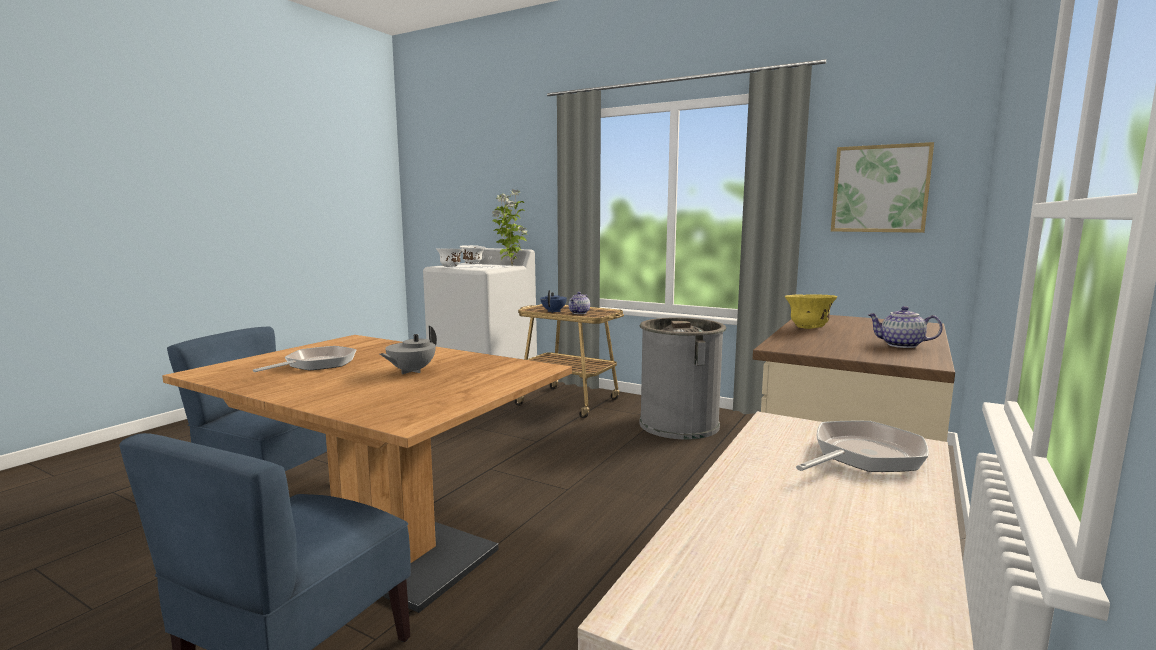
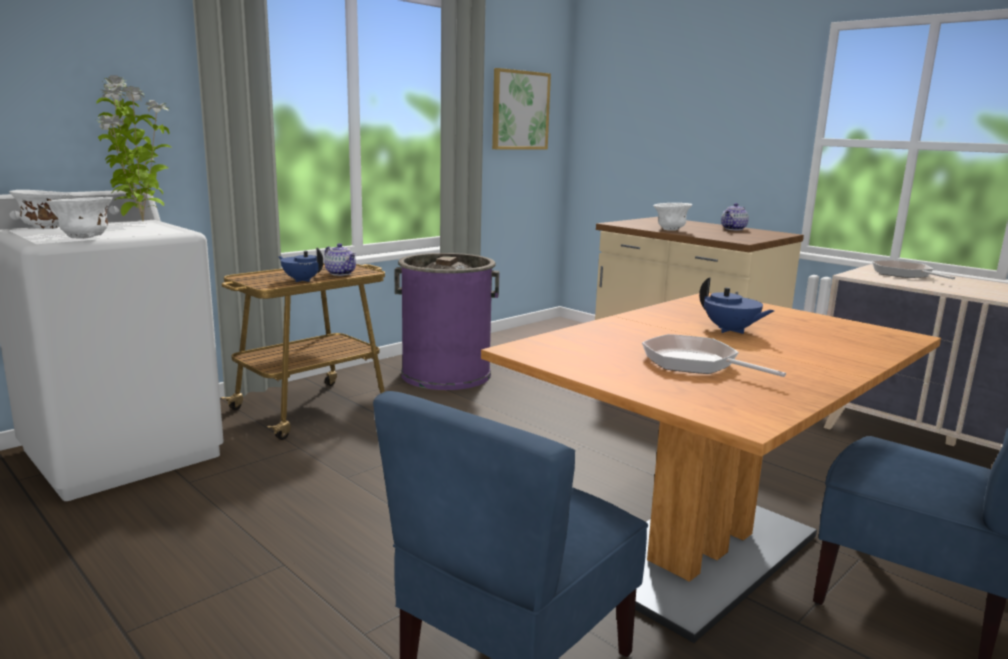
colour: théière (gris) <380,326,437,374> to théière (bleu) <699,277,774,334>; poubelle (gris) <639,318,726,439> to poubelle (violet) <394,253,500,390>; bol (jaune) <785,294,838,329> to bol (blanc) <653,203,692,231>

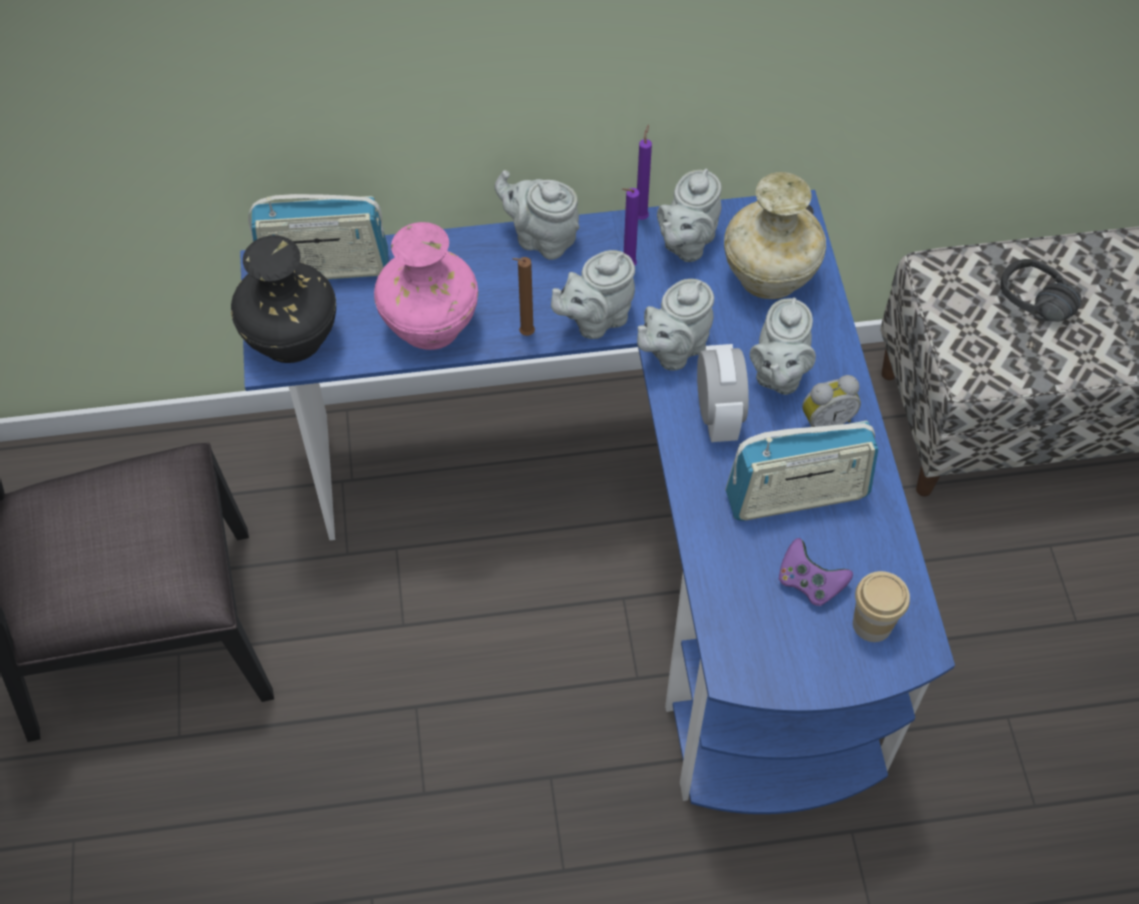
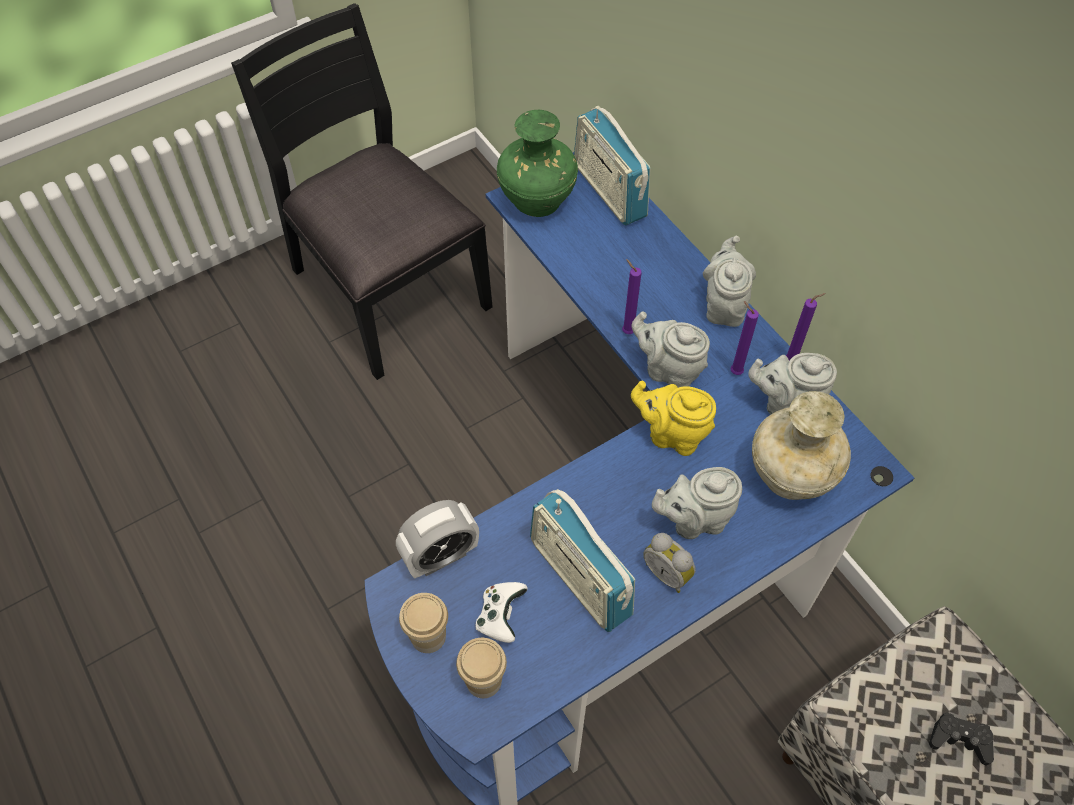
missing: vase (rose) <374,222,478,350>
appeared: tasse <399,593,448,653>
relocated: réveil <697,344,749,442> to <396,500,479,579>
exchanged: casque audio (noir) <1000,259,1082,322> to manette (noir) <929,712,994,765>
colour: vase (noir) <231,235,336,363> to vase (vert) <497,110,578,217>; bougie (marron) <512,257,535,336> to bougie (violet) <622,259,642,334>; théière (gris) <637,279,714,371> to théière (jaune) <631,381,716,456>; manette (violet) <779,538,853,606> to manette (blanc) <475,582,528,643>

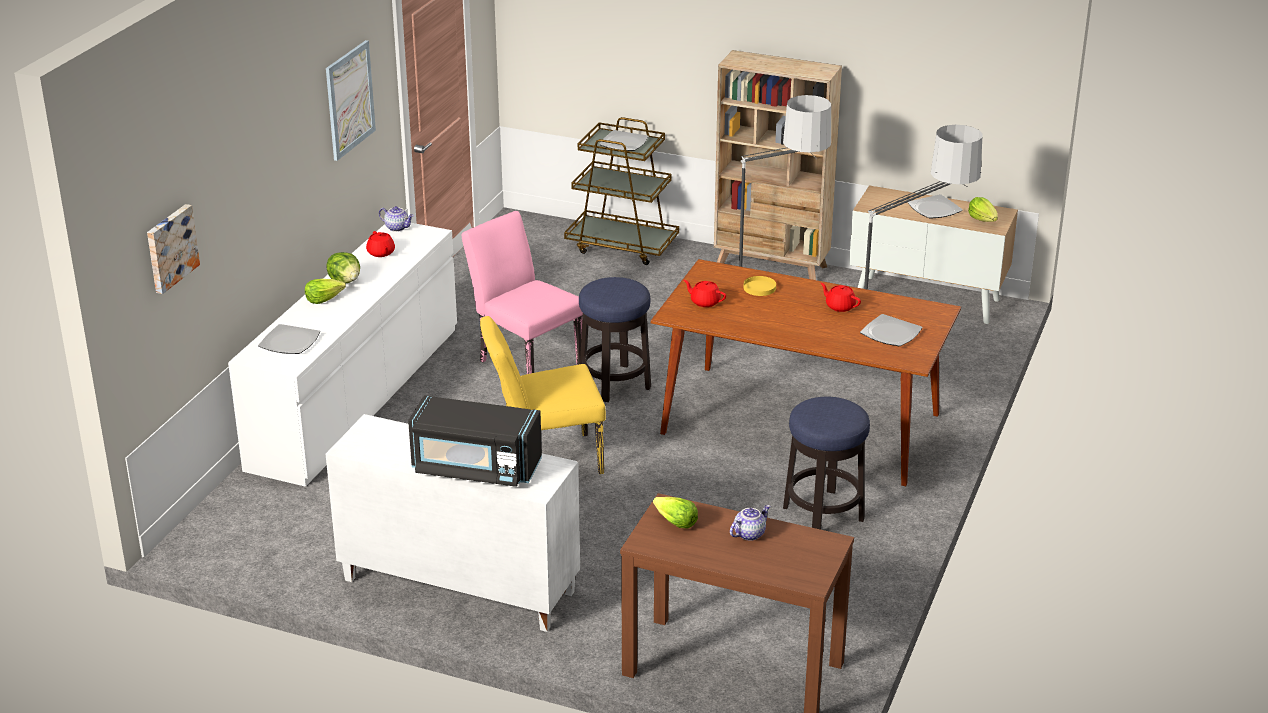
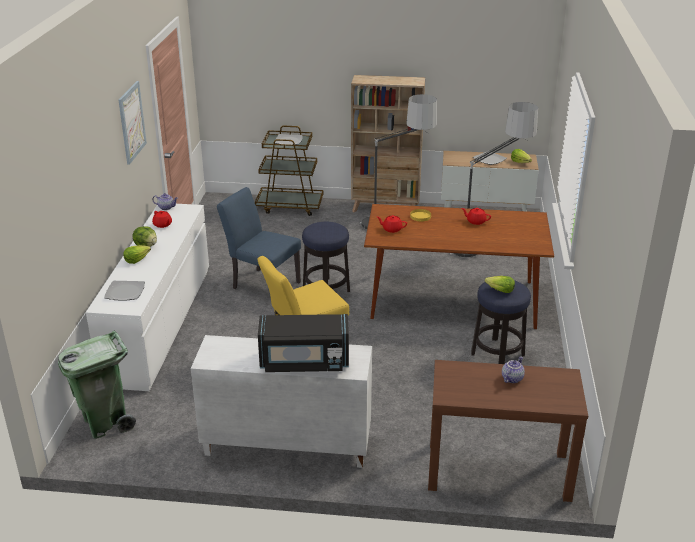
missing: tableau <147,204,200,294>; assiette <860,314,922,346>
appeared: poubelle (vert) <58,331,136,439>
relocated: laitue <653,497,698,529> to <485,276,515,293>
colour: chaise (rose) <462,211,583,374> to chaise (bleu) <217,187,301,289>

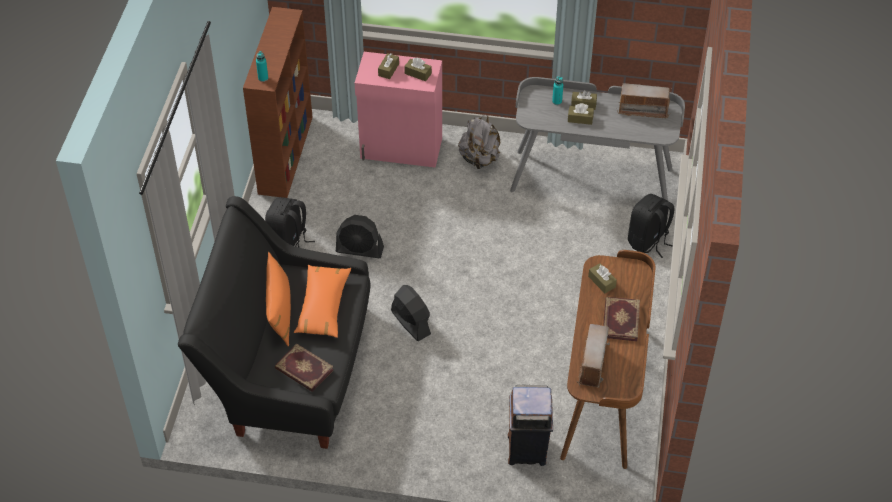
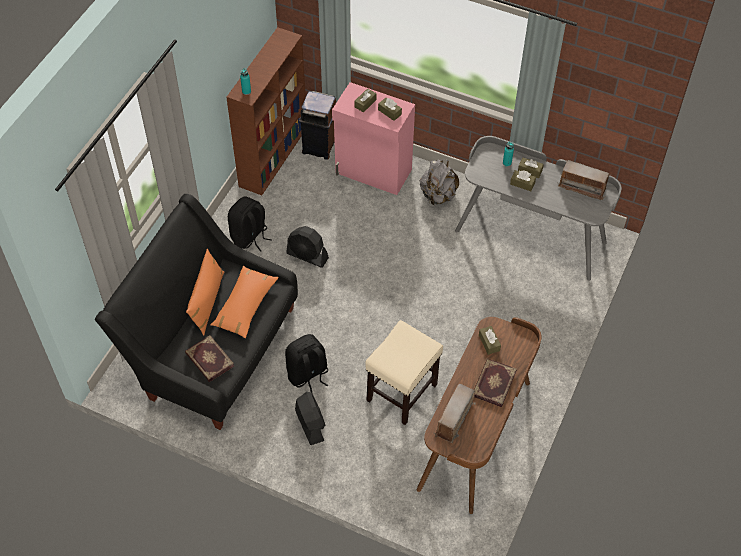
appeared: tabouret (beige) <365,320,443,425>
relocated: ventilateur (noir) <391,285,431,341> to <295,392,325,445>; poubelle (marron) <508,385,553,466> to <299,91,336,160>; sac à dos (noir) <628,194,675,258> to <285,334,329,394>

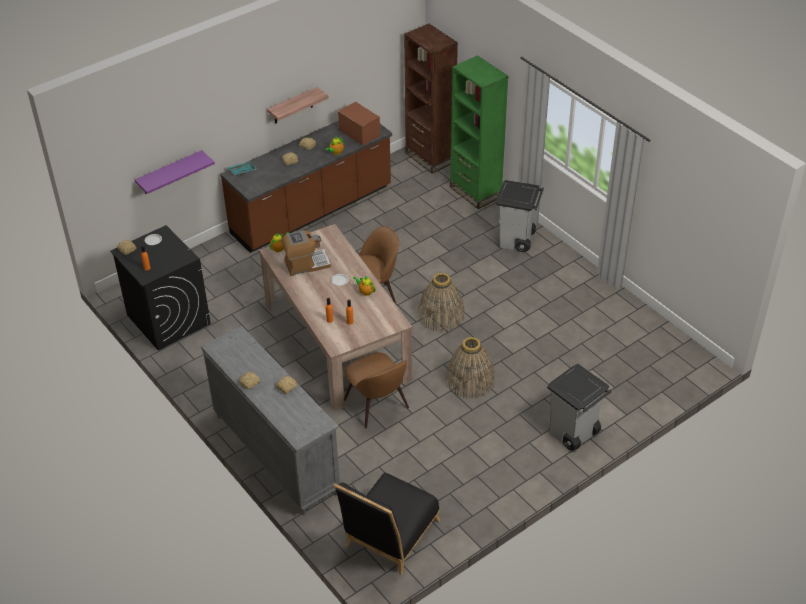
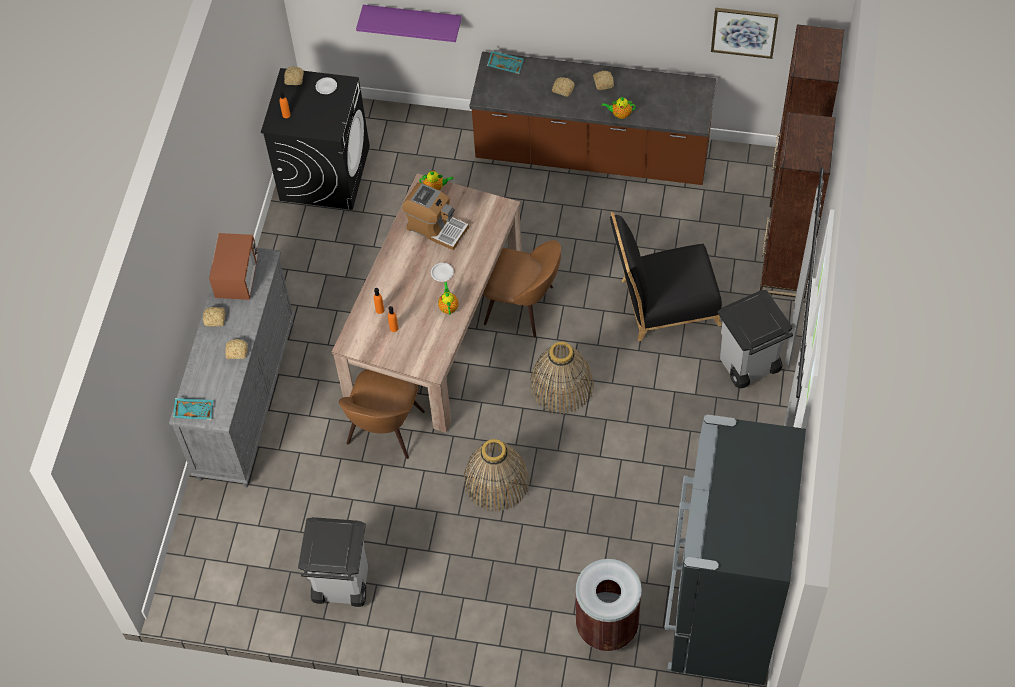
missing: étagère <267,87,329,123>
appeared: plateau (turquoise) <173,398,213,420>; poubelle (marron) <576,559,642,651>; réfrigérateur (noir) <665,414,806,686>; tableau <711,8,779,59>
relocated: chaise (noir) <334,472,441,575> to <610,212,722,341>; micro-ondes <338,102,380,146> to <209,233,258,300>; poubelle (gris) <547,364,612,450> to <298,517,368,607>
colour: bibliothèque (vert) <450,55,508,209> to bibliothèque (marron) <760,112,836,299>

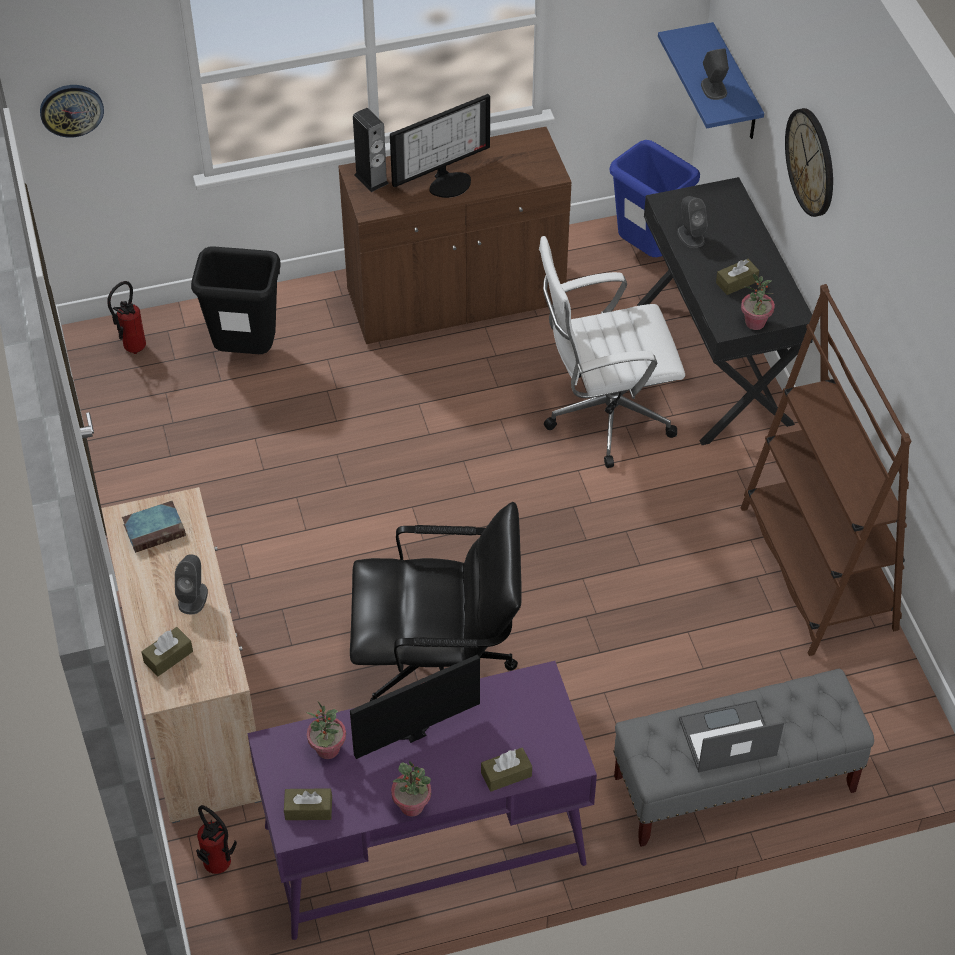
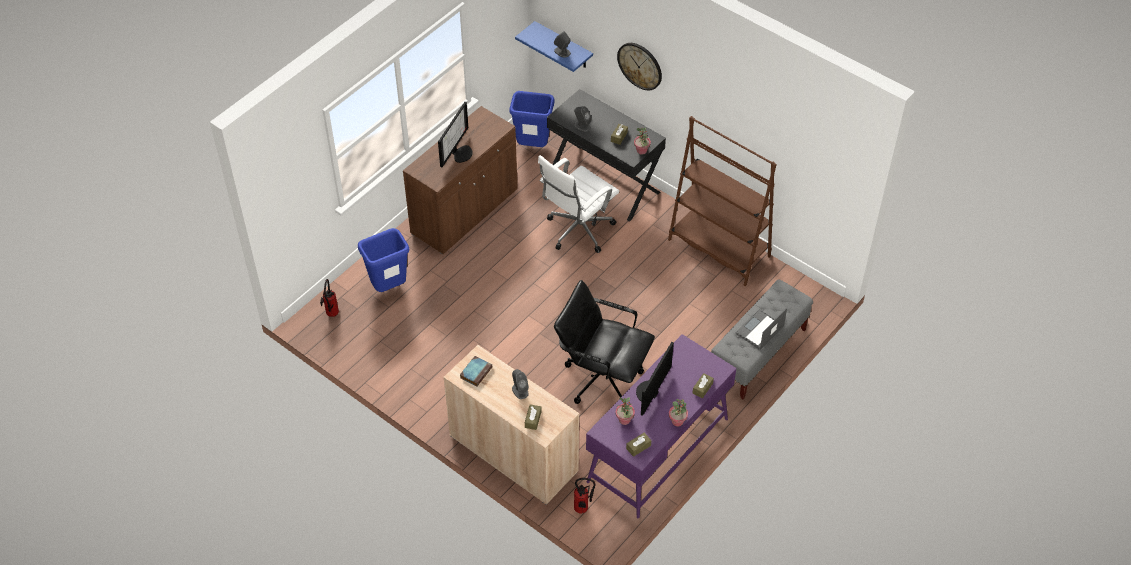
missing: horloge murale <40,85,104,138>; enceinte <353,108,389,192>
colour: poubelle (noir) <191,247,280,354> to poubelle (bleu) <358,228,409,292>
spun: chaise de bureau (noir) <350,502,522,701> = <554,280,655,404> 120 degrees counterclockwise

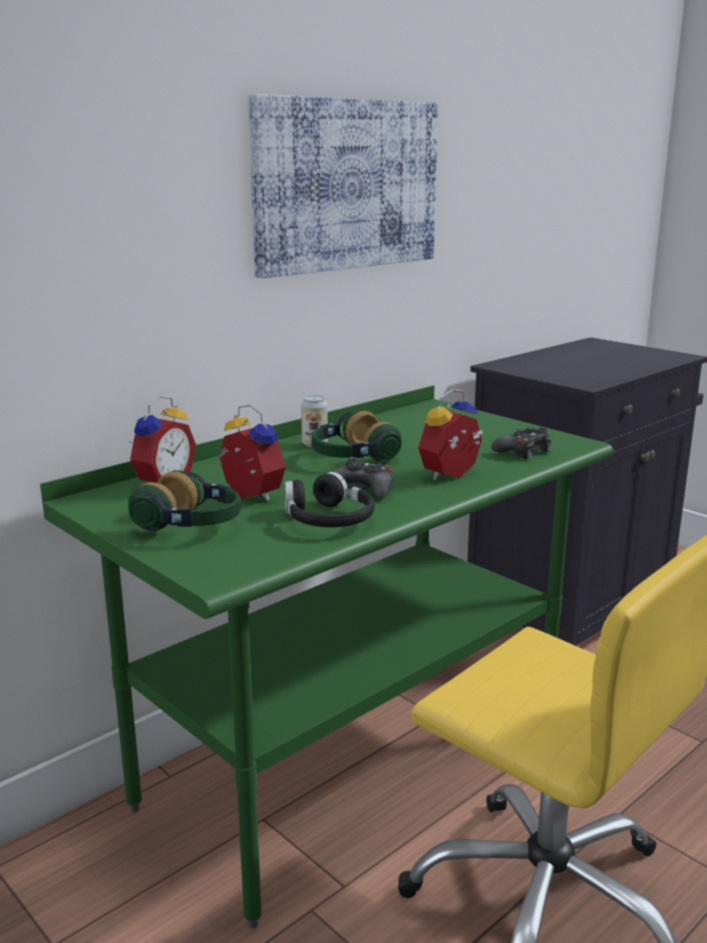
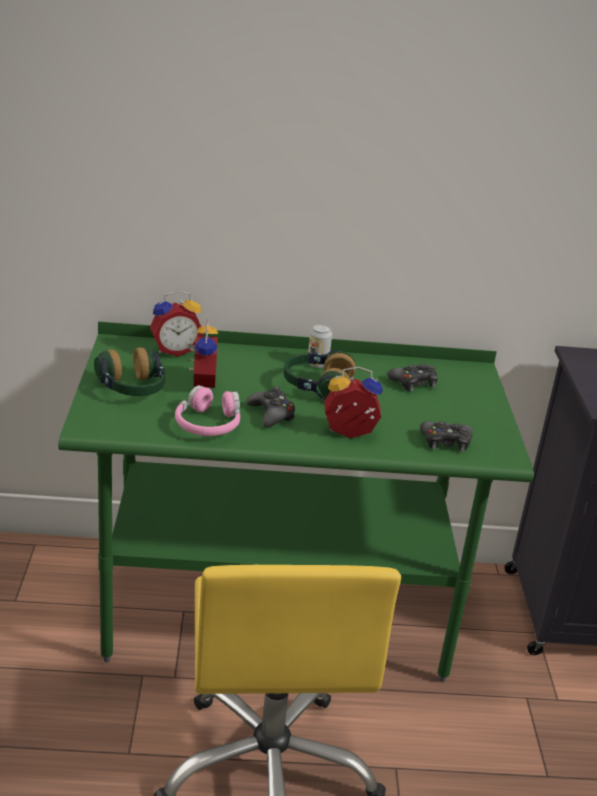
missing: tableau <248,94,438,278>
appeared: manette (noir) <387,364,438,391>
colour: casque audio (noir) <284,472,375,527> to casque audio (rose) <175,385,241,436>

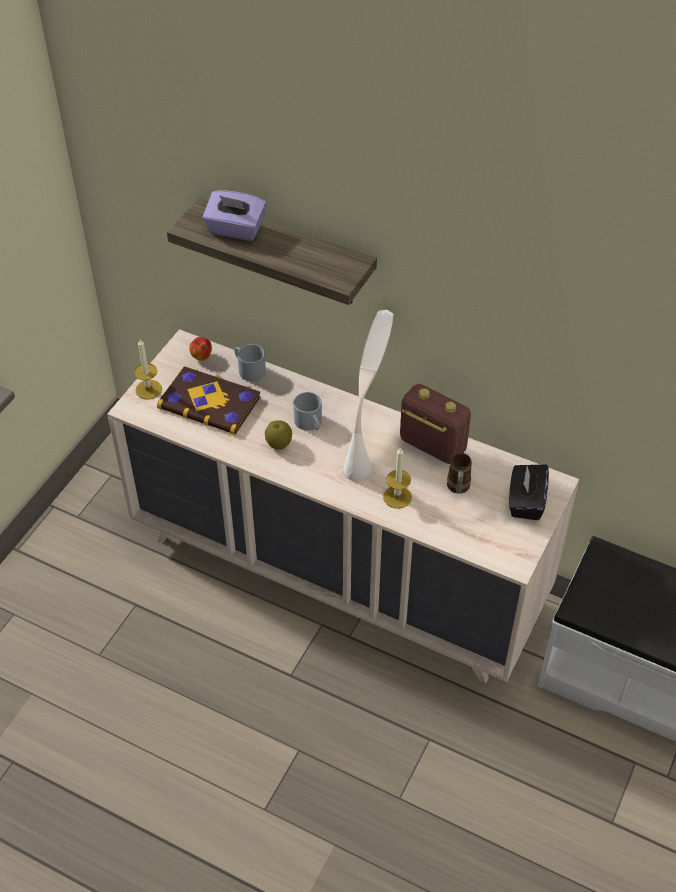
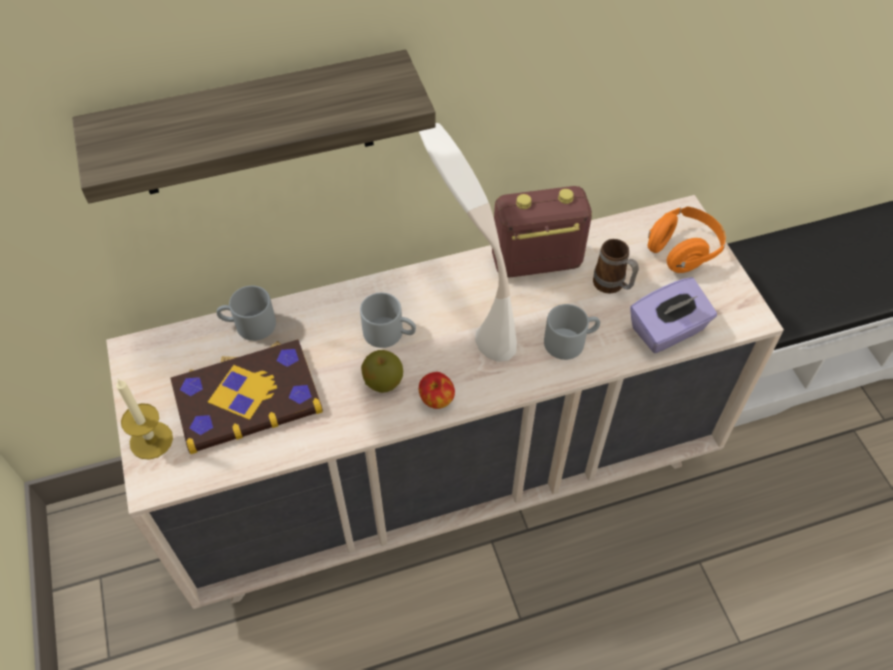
relocated: pomme <189,337,212,361> to <419,372,455,409>; boîte à mouchoirs (violet) <203,190,266,241> to <630,277,717,353>
exchanged: bougie <383,447,412,509> to mug (gris) <544,304,600,360>; boîte à mouchoirs (noir) <509,465,549,520> to casque audio (orange) <648,206,726,273>

